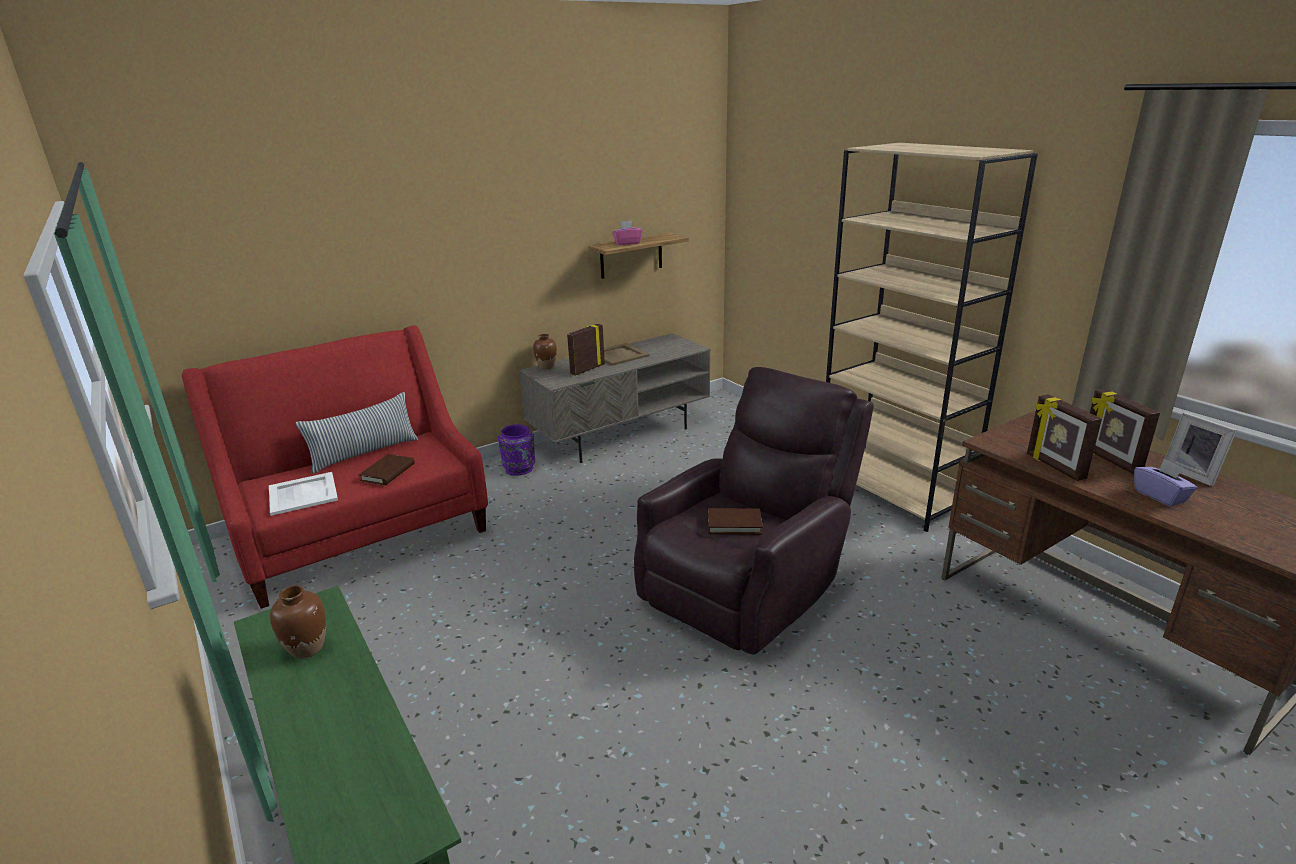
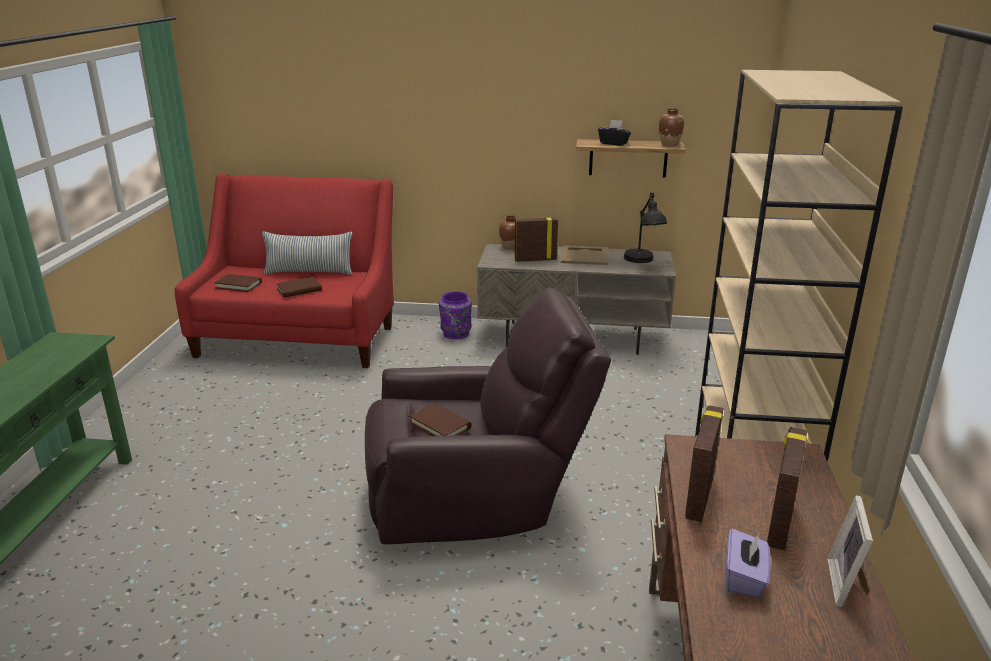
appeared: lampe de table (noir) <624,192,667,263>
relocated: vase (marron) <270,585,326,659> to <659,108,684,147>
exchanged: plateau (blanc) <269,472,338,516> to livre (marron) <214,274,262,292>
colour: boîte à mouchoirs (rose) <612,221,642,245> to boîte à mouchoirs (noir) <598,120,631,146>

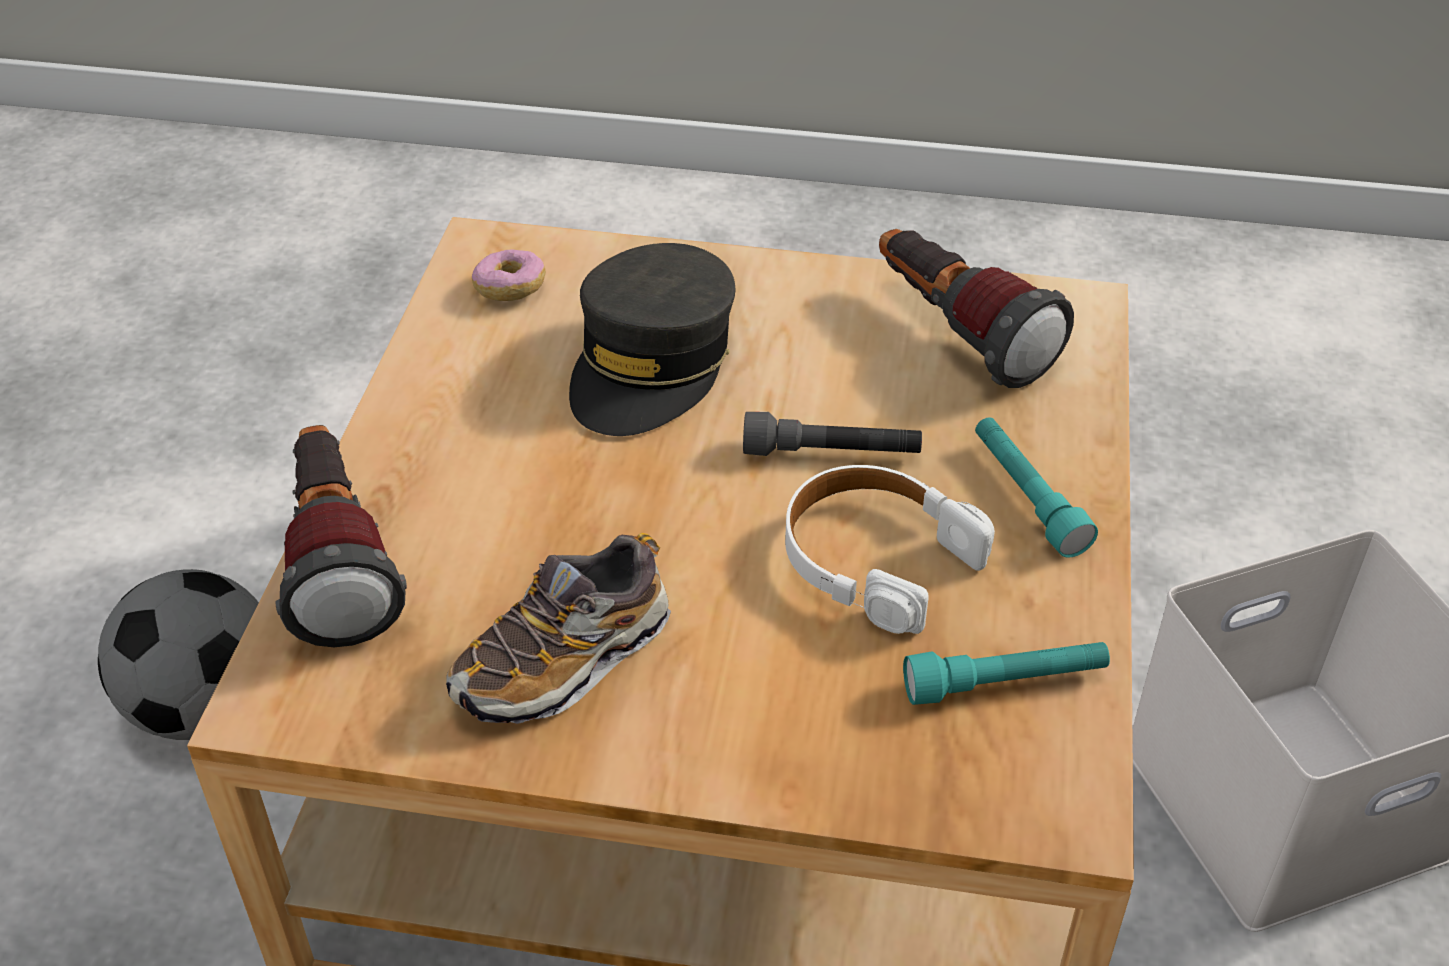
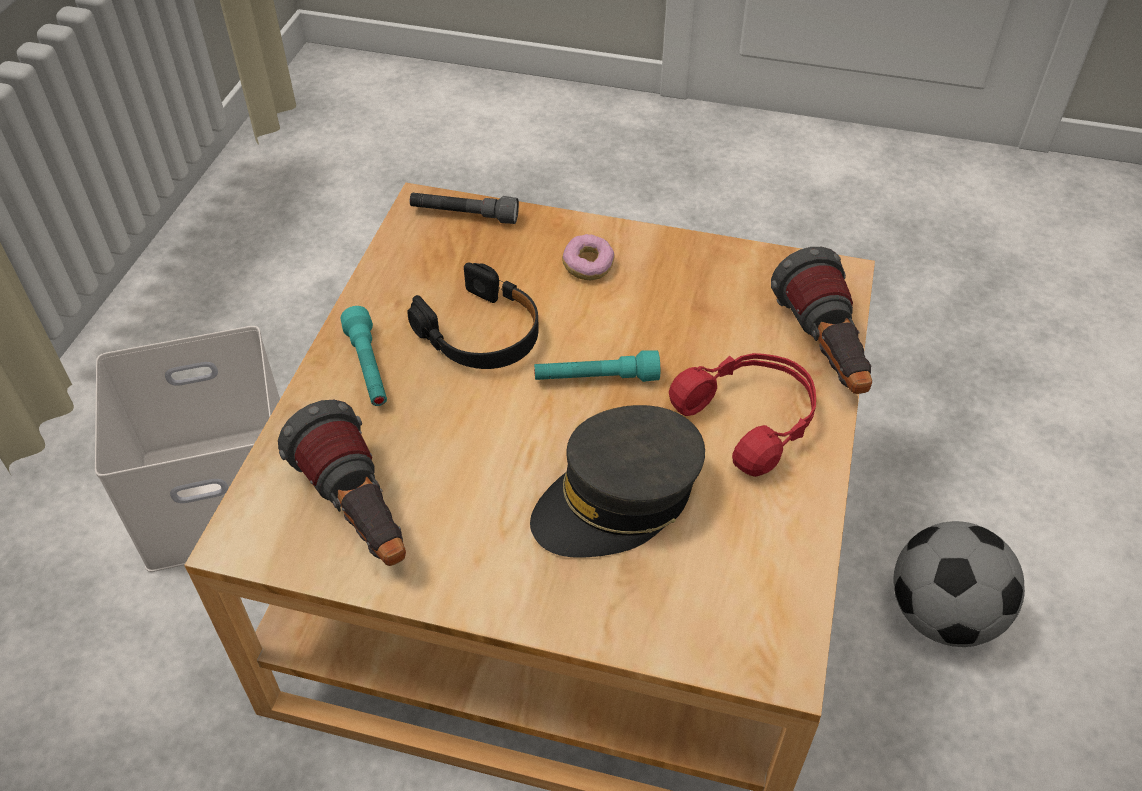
missing: chaussure <446,533,671,724>
appeared: casque audio (rouge) <669,353,816,477>
relocated: beignet <472,249,546,301> to <562,234,615,280>; lampe de poche (gris) <743,412,922,456> to <410,193,519,224>; lampe de poche (turquoise) <903,642,1110,705> to <534,351,660,382>
colour: casque audio (blanc) <785,465,995,634> to casque audio (noir) <407,262,539,369>
spun: casquette (gris) <569,243,736,436> = <530,405,705,557> 150 degrees counterclockwise

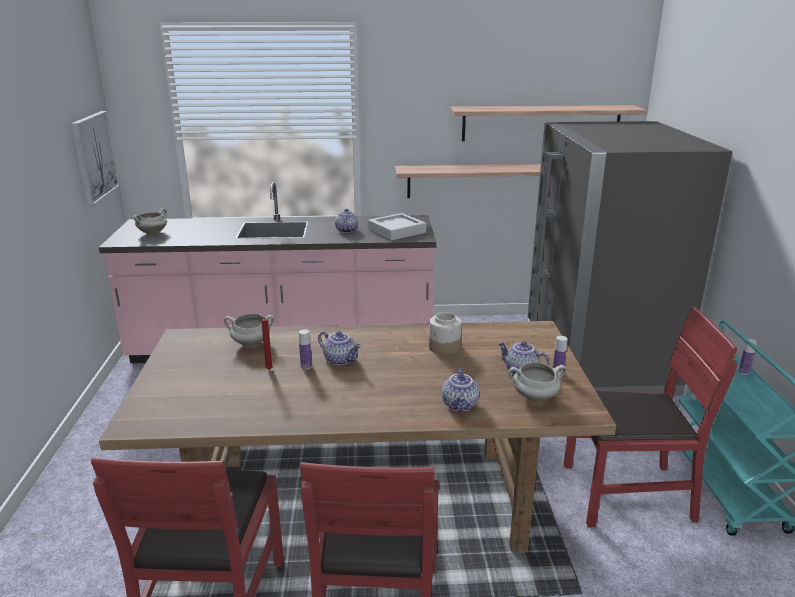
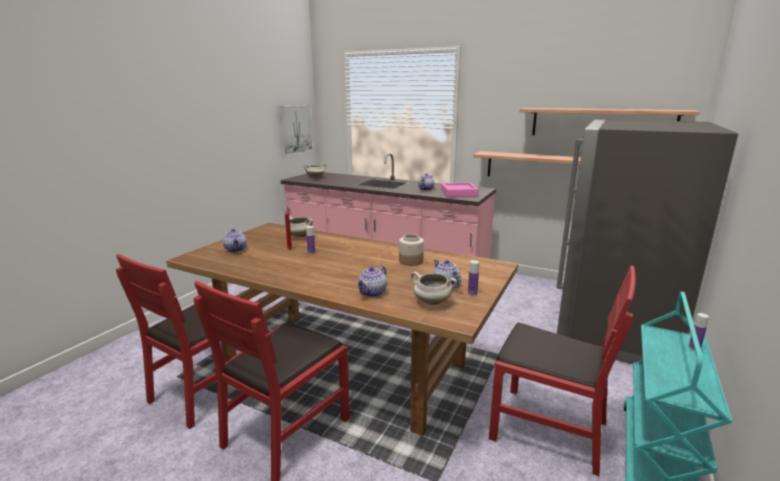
relocated: théière <318,331,361,365> to <223,229,247,252>
colour: plateau (gris) <368,213,426,240> to plateau (rose) <441,183,479,197>

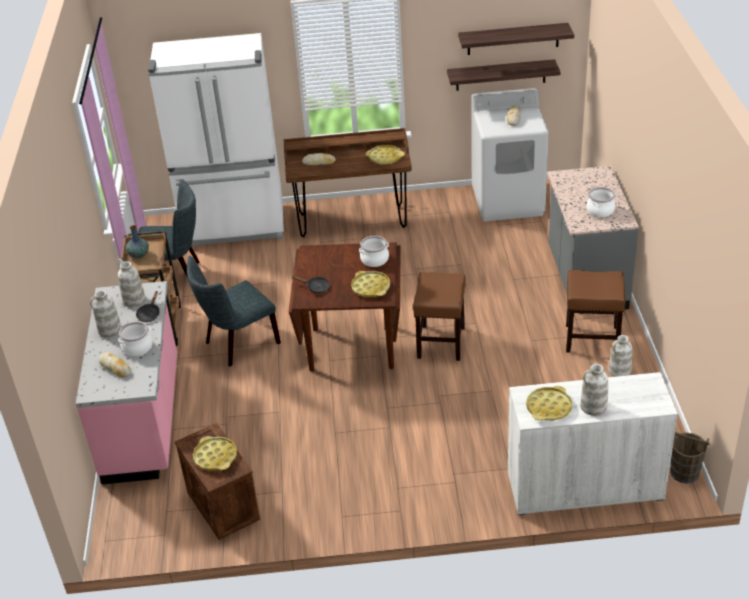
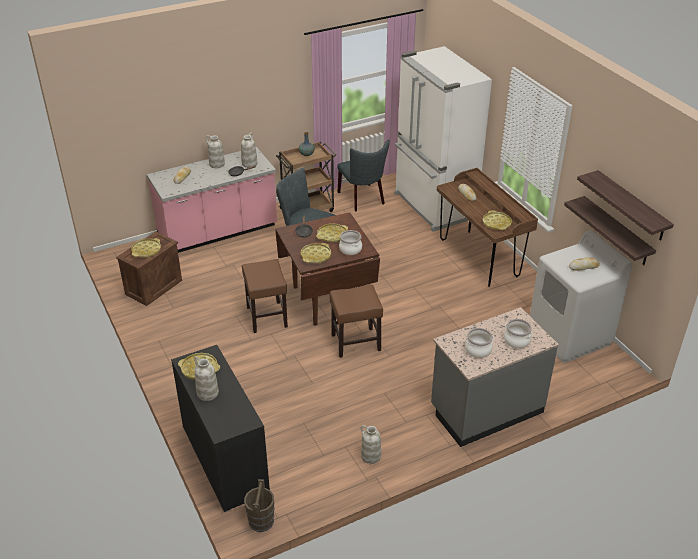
appeared: plateau (jaune) <316,223,348,242>
relocated: marmite <118,321,153,356> to <504,319,532,349>; tabouret (marron) <566,270,626,352> to <242,259,288,333>
colour: meuble de rangement (blanc) <508,372,678,515> to meuble de rangement (noir) <171,345,270,512>

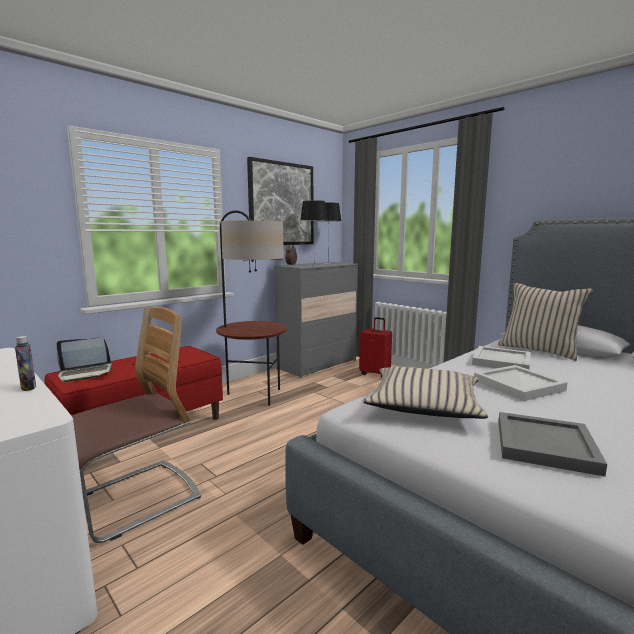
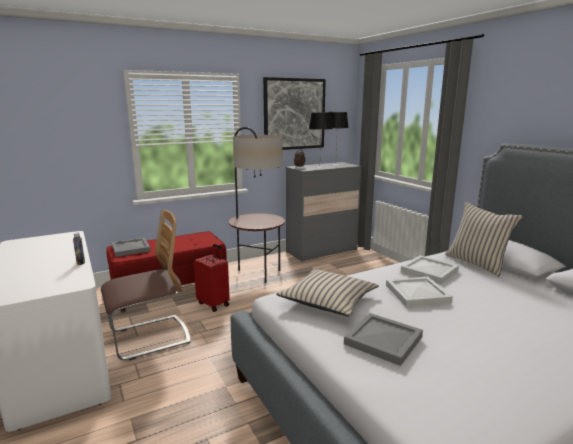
relocated: valise (rouge) <359,317,392,378> to <194,244,230,312>
exchanged: ordinateur portable <57,337,112,382> to plateau (gris) <112,238,151,257>

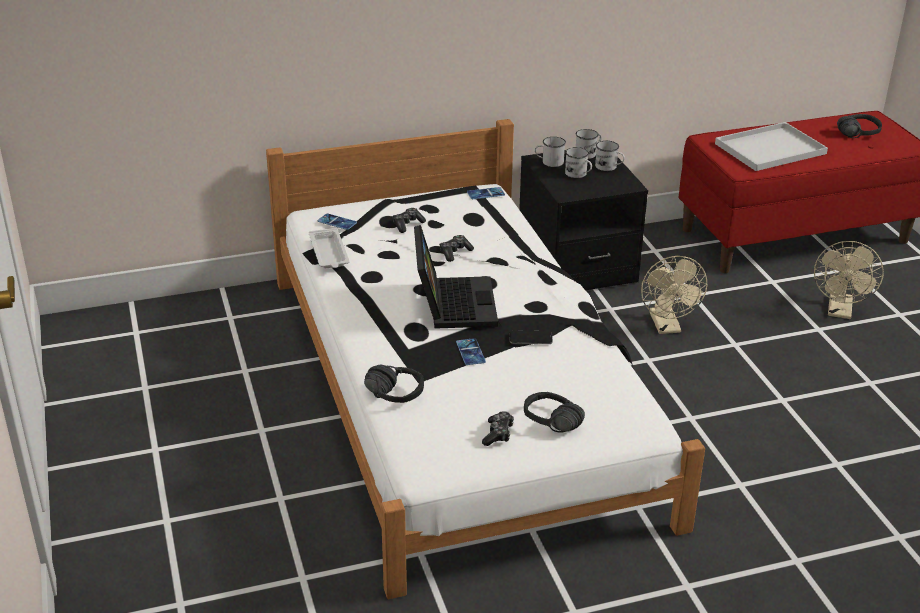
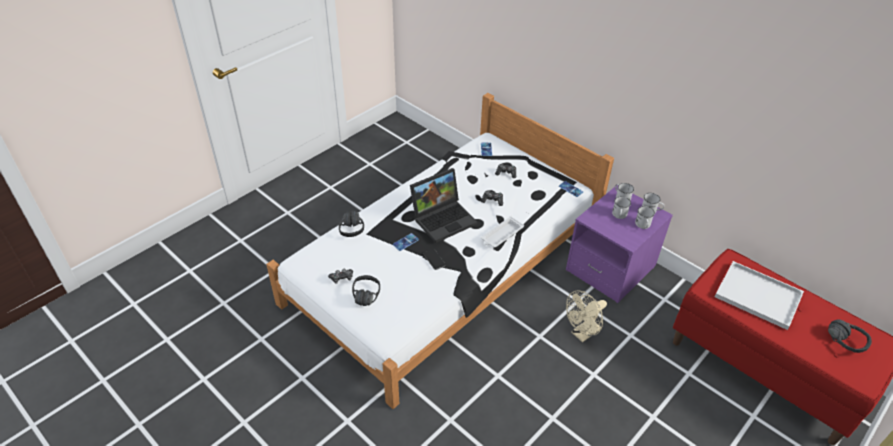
missing: ventilateur (beige) <814,241,884,319>
relocated: plateau (blanc) <309,228,349,268> to <481,216,524,248>
colour: table de chevet (noir) <519,150,648,290> to table de chevet (violet) <566,185,673,303>

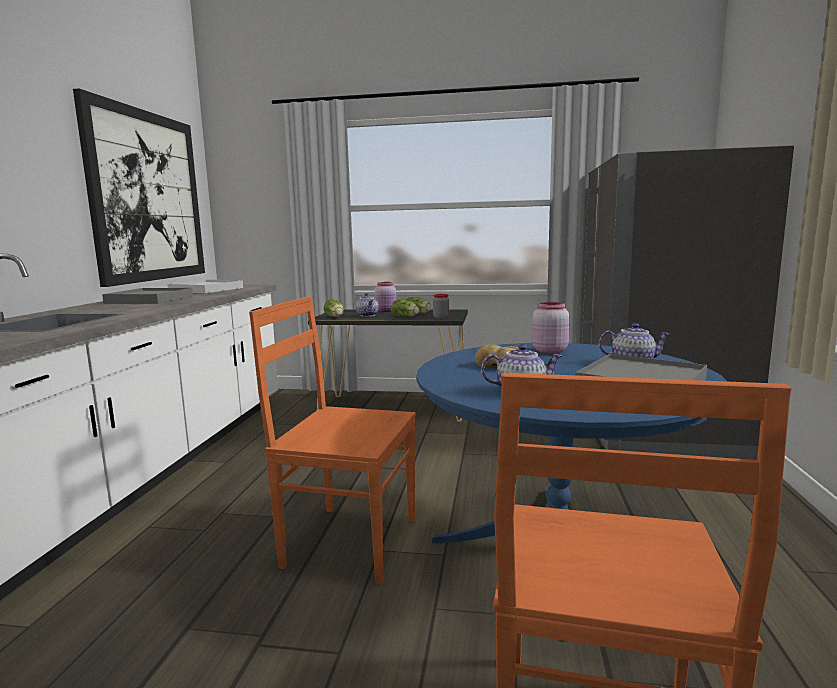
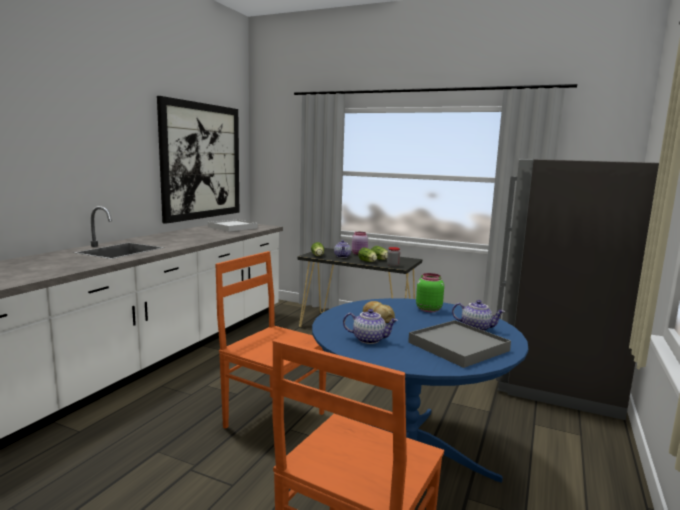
missing: plateau (gris) <102,288,193,304>
colour: bocal (rose) <532,302,570,354> to bocal (vert) <416,273,444,312>

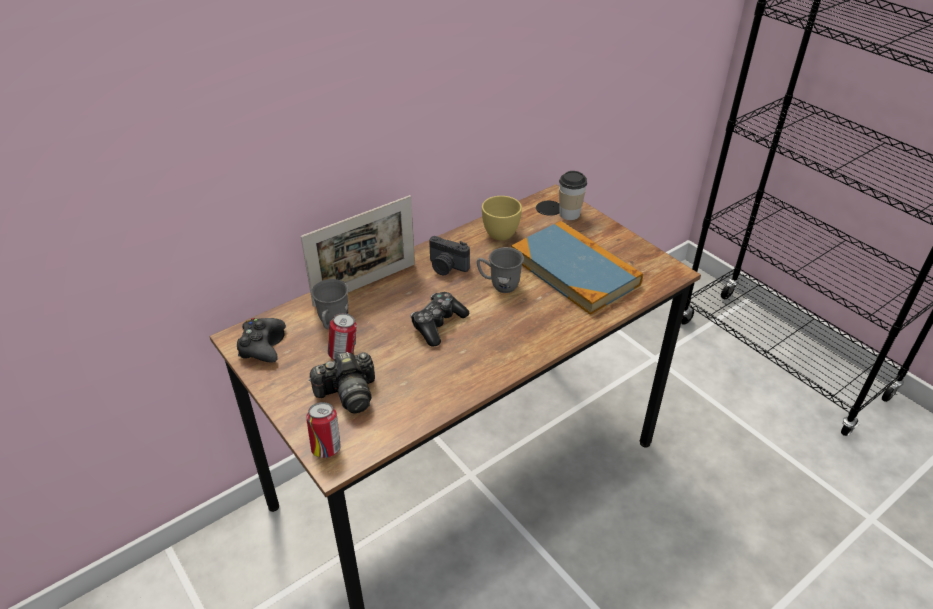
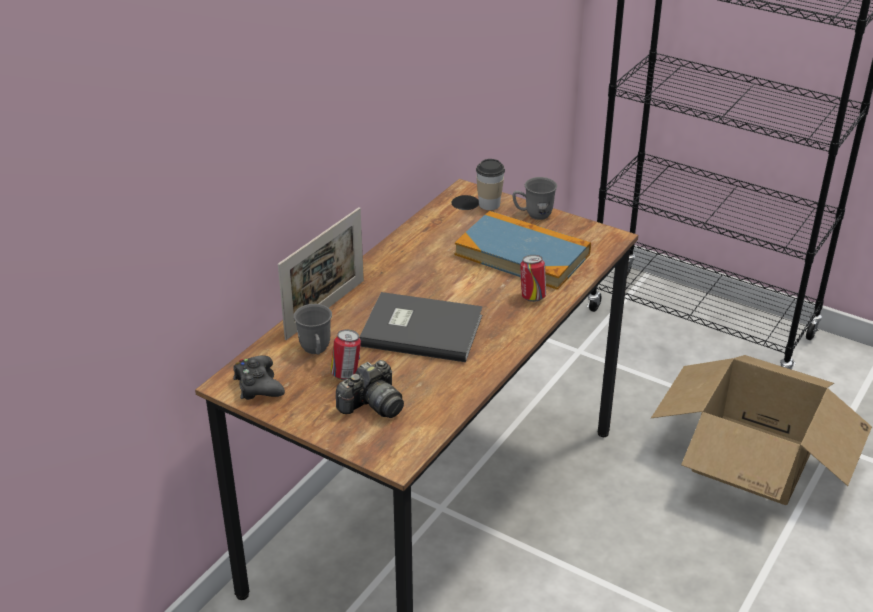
missing: appareil photo <429,236,470,276>; tasse (jaune) <482,196,522,240>
appeared: carton <651,355,872,505>
relocated: boîte métallique <306,402,341,458> to <520,255,546,302>; mug (gris) <477,247,524,293> to <512,177,557,220>
exchanged: manette <411,292,469,347> to livre (gris) <359,292,483,362>

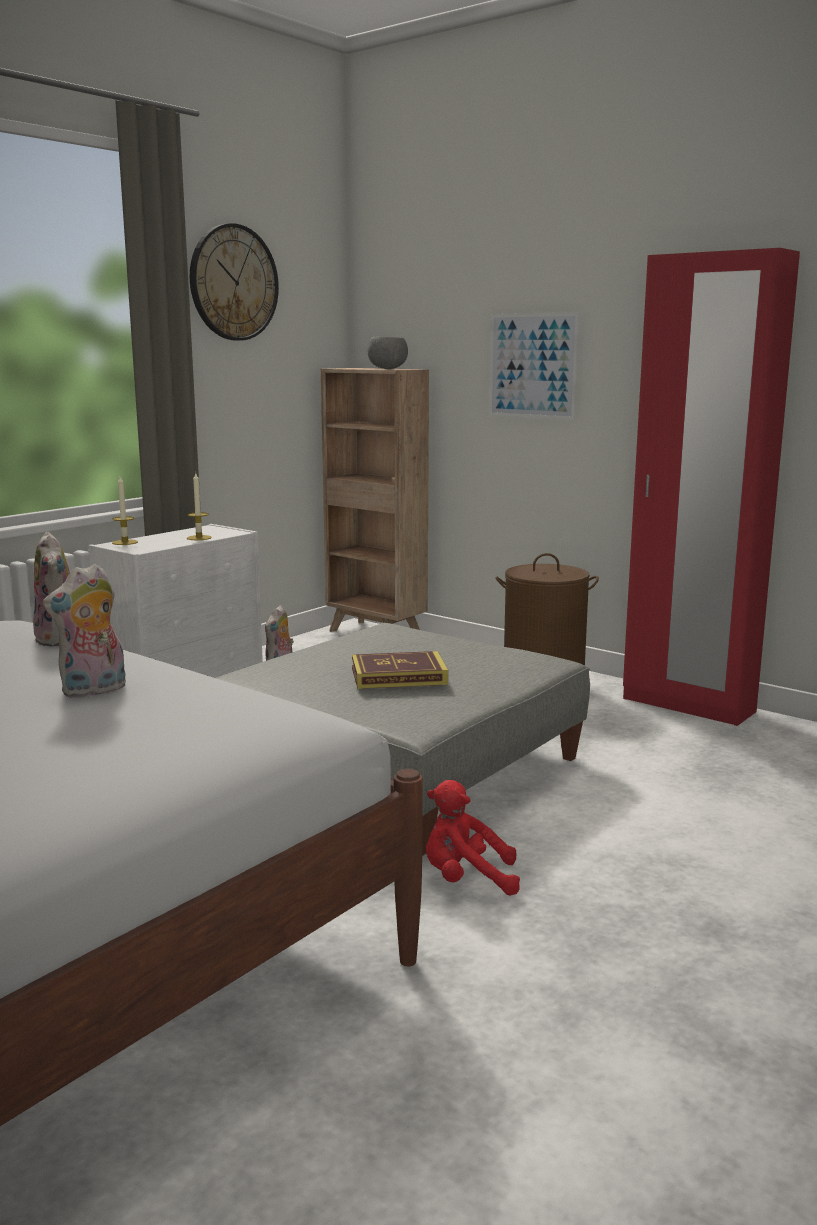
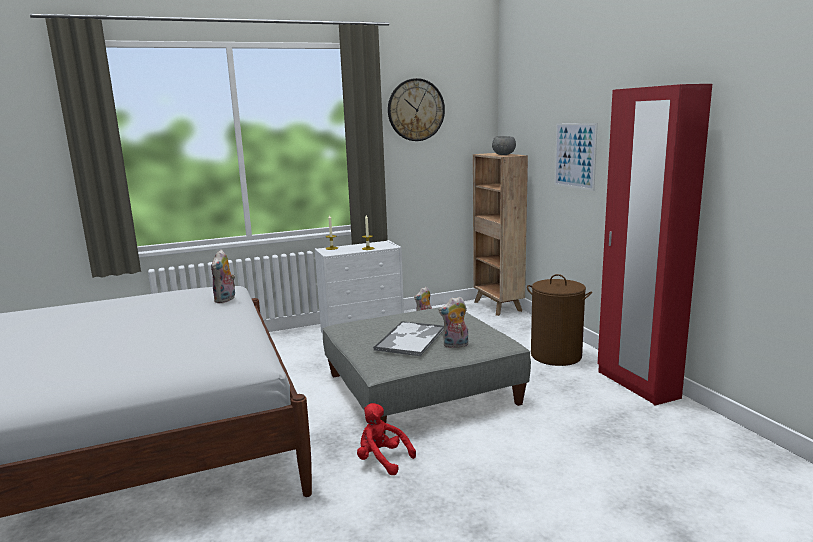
relocated: peluche <43,563,126,698> to <439,296,469,348>
exchanged: livre <352,651,448,689> to plateau <373,321,444,356>

